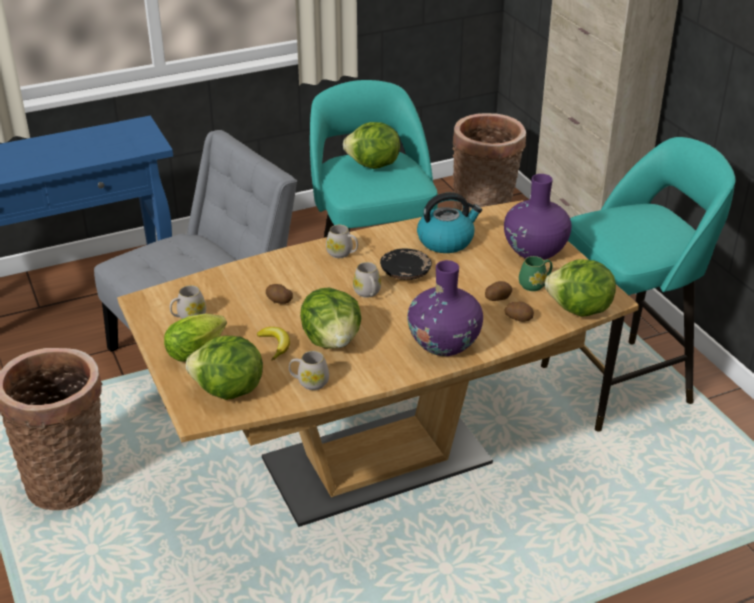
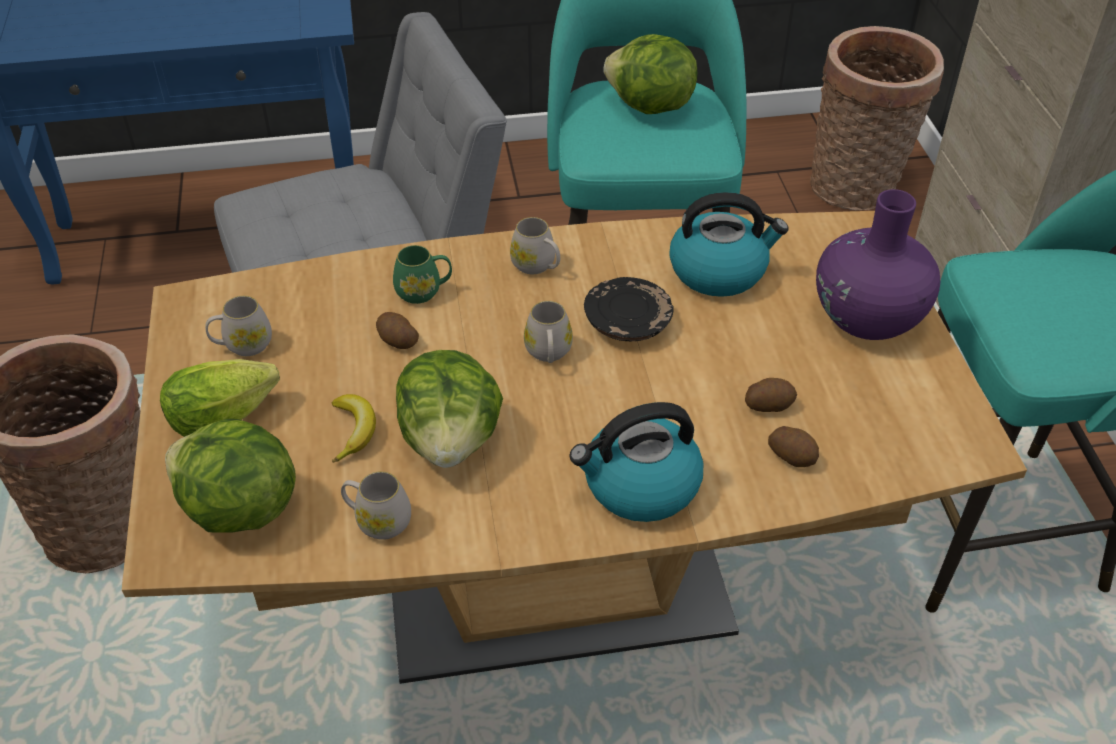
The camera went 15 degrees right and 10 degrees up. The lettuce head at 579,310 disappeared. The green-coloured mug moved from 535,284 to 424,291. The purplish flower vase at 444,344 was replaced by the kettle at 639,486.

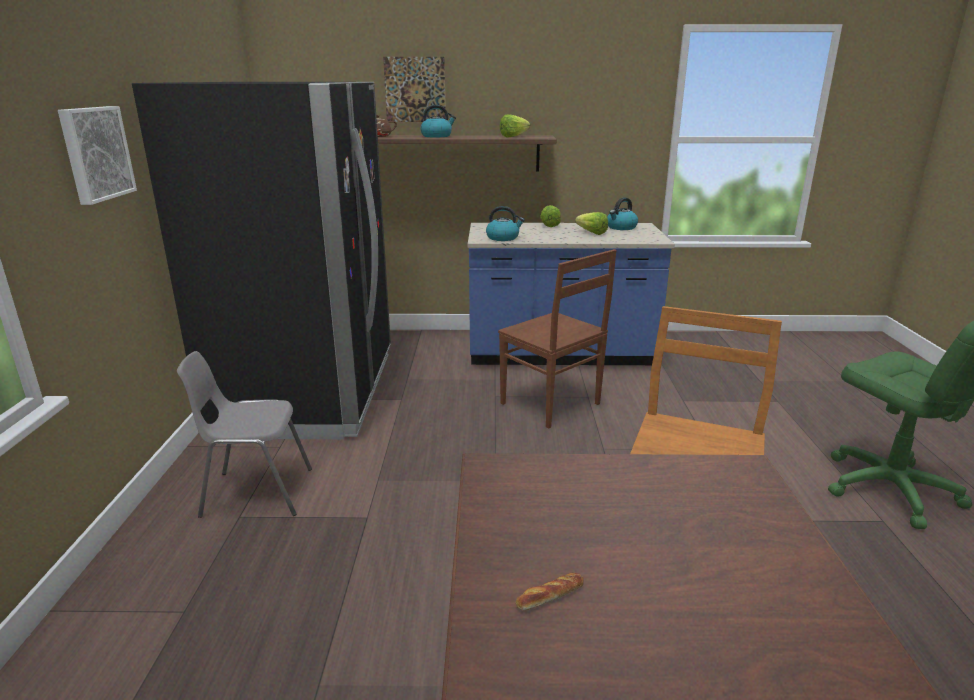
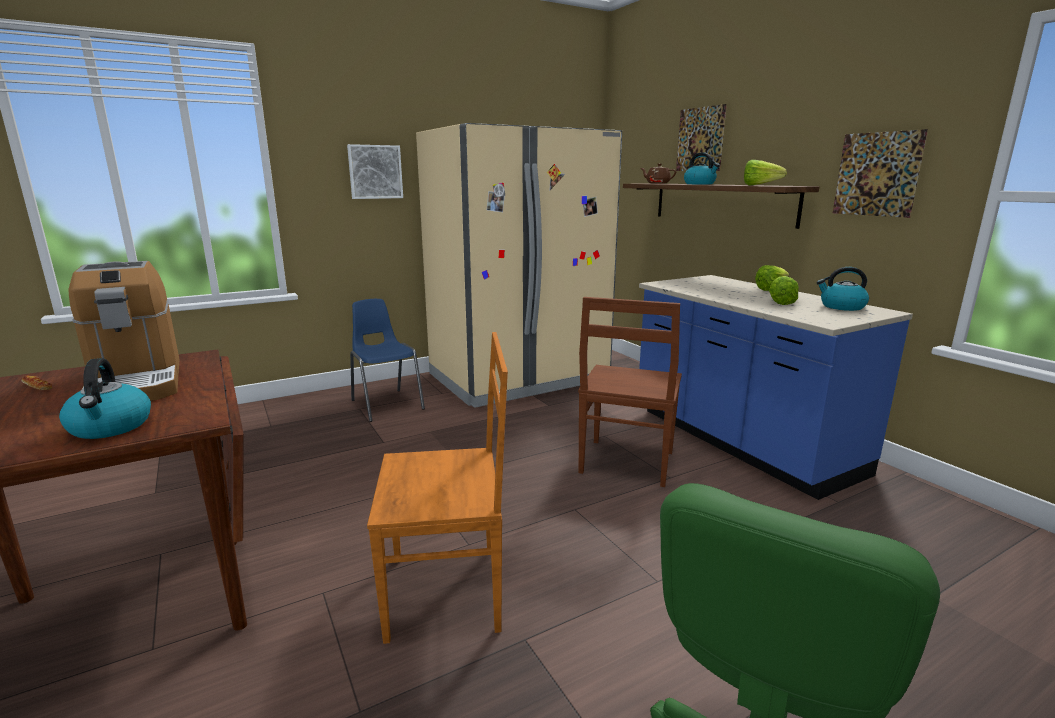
The camera went 60 degrees right and 5 degrees down. The coffee maker at 136,381 appeared. The wall art at 877,174 appeared. The kettle moved from 503,238 to 110,427. The black fridge at 310,392 became the beige-coloured fridge at 518,378. The grey upright chair at 256,492 became the bluish upright chair at 386,404.

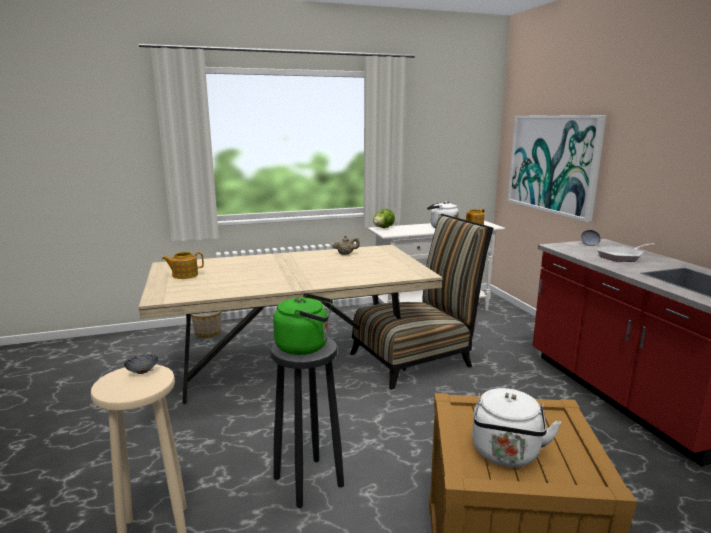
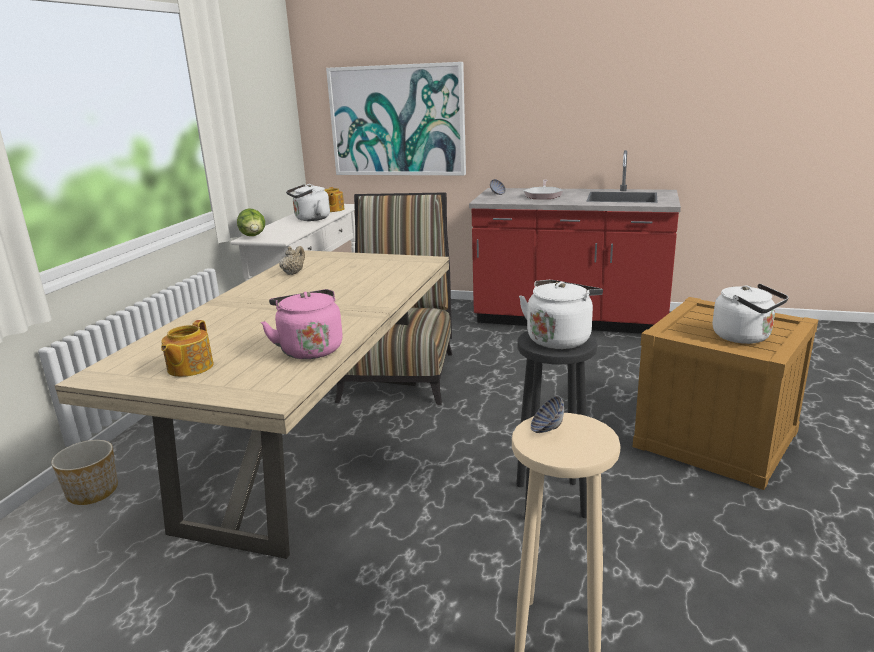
The camera went 55 degrees left and 5 degrees up. The pink kettle at 309,349 appeared. The green-coloured kettle at 305,346 became the white-coloured kettle at 560,339.

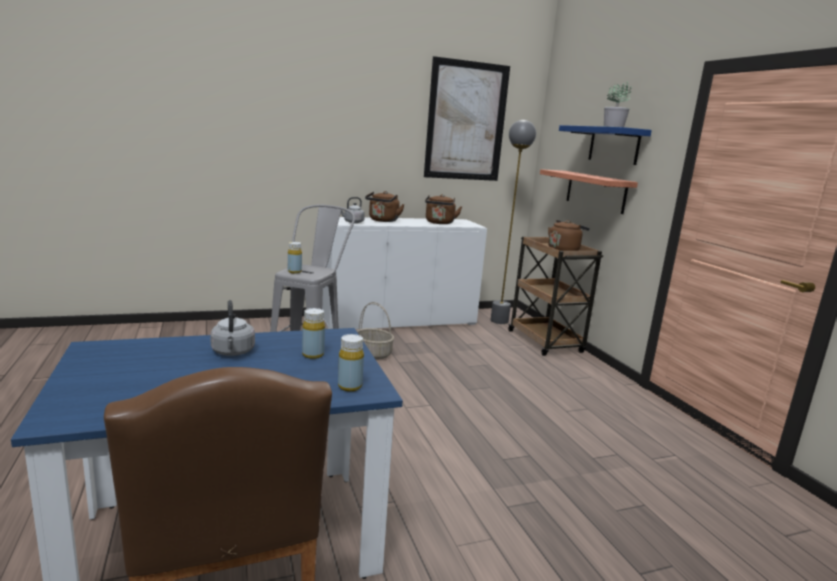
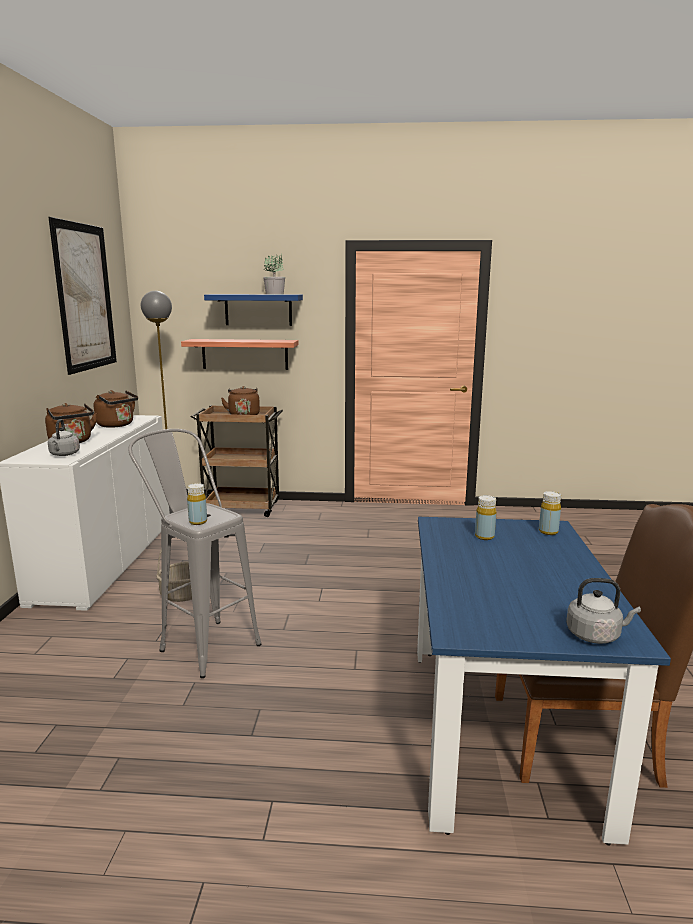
The camera went 65 degrees left and 0 degrees up. The grey kettle moved from 233,352 to 595,635.

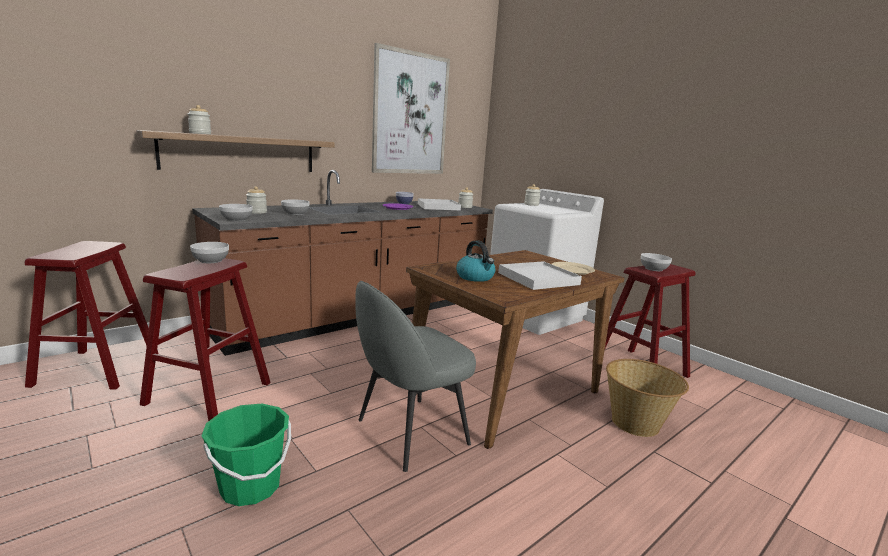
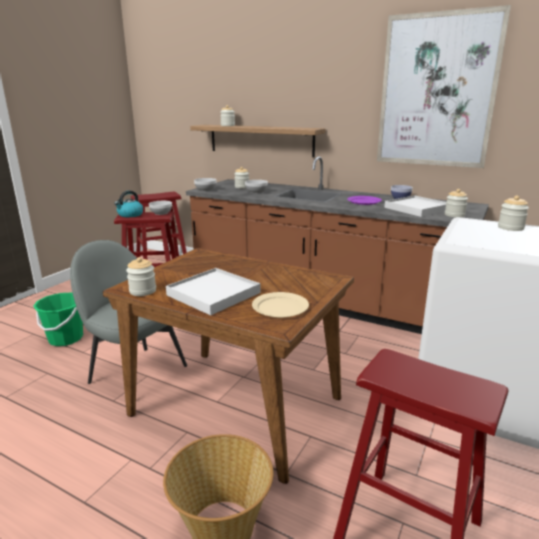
The camera went 70 degrees right and 5 degrees up. The bowl at 654,269 disappeared. The preserve jar at 143,291 appeared. The kettle moved from 475,277 to 130,215.

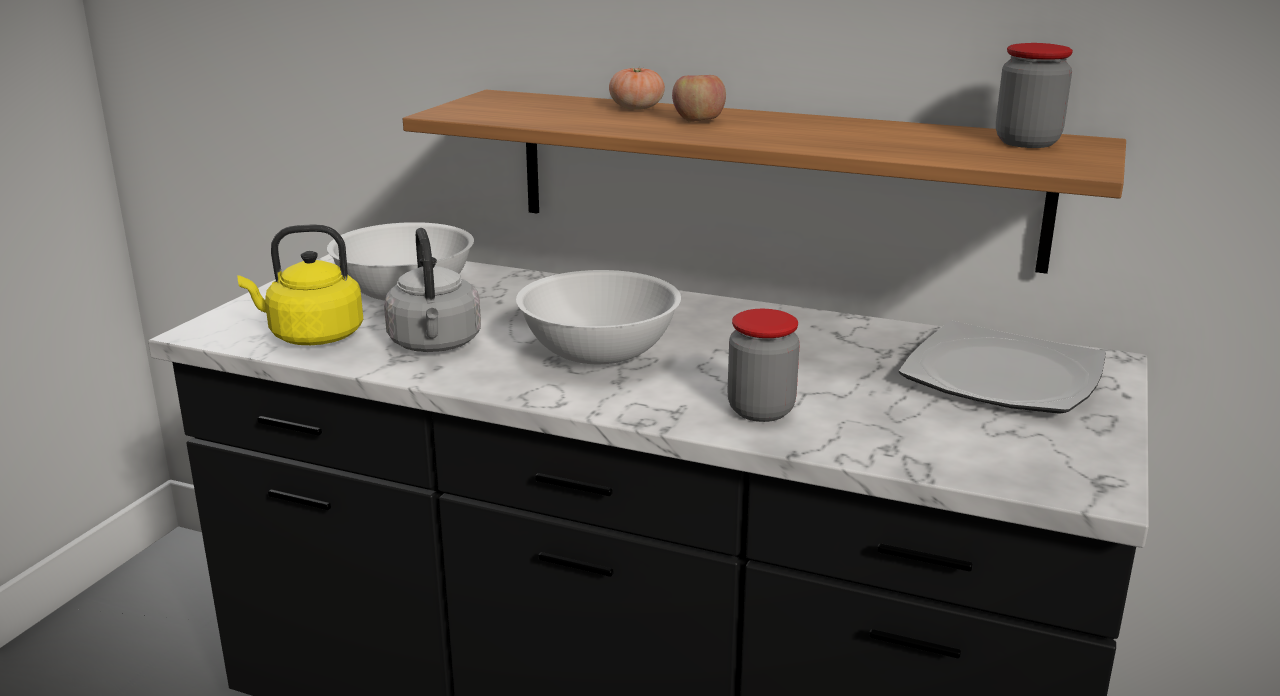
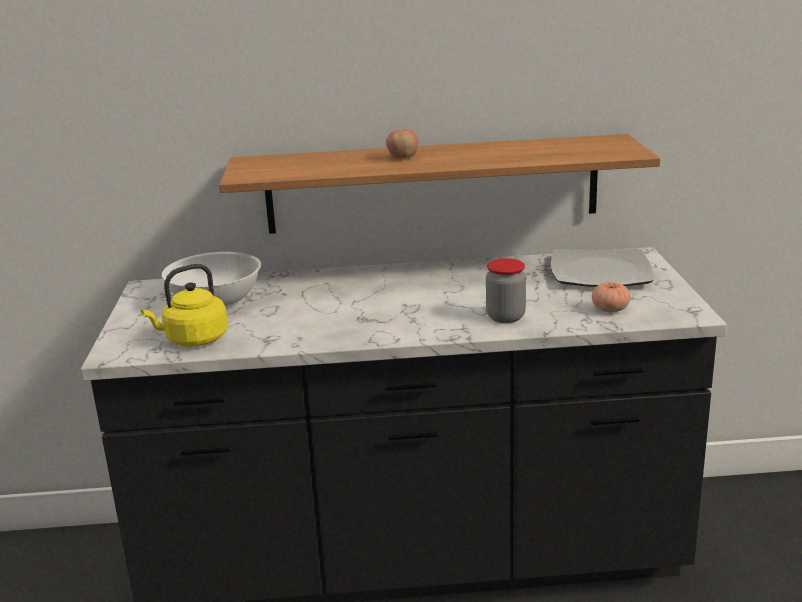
The camera went 25 degrees left and 0 degrees up. The grey kettle at 435,345 disappeared. The white-coloured bowl at 600,352 disappeared. The preserve jar at 1027,142 disappeared. The whole tomato moved from 636,108 to 610,309.

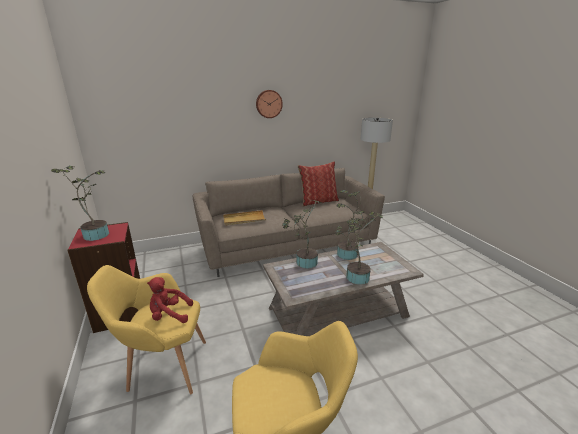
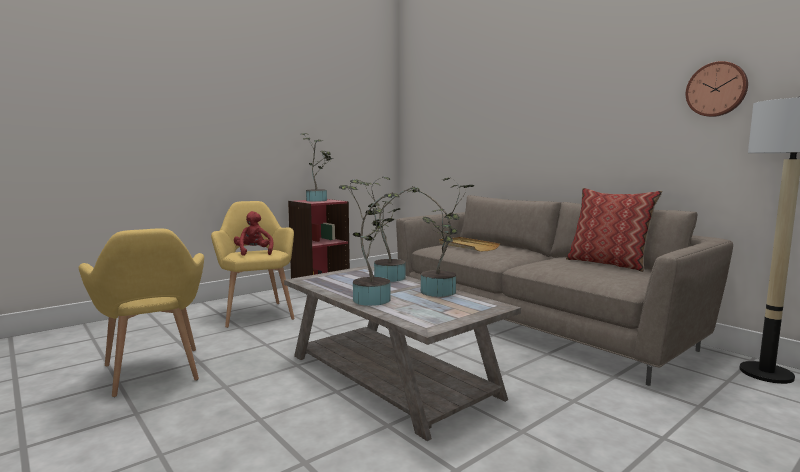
The camera went 70 degrees right and 15 degrees down. The hanging clock moved from 268,104 to 716,89.

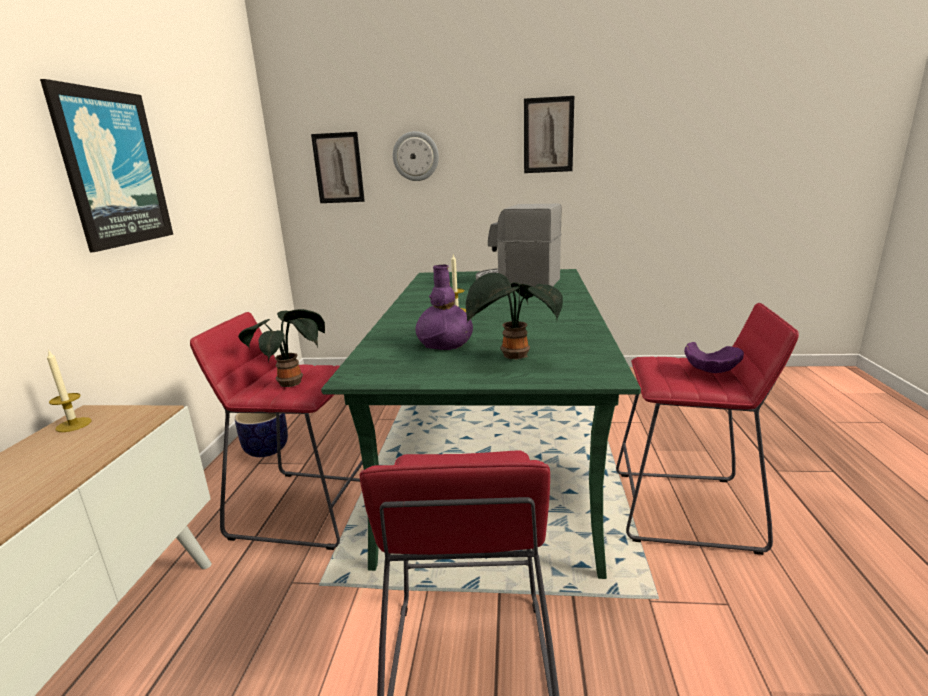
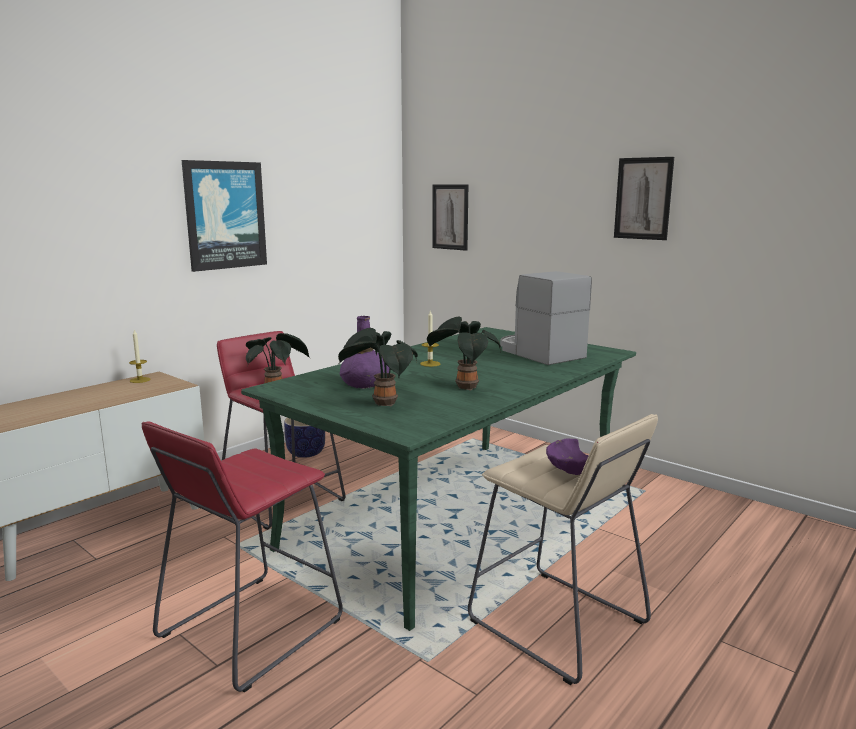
The camera went 35 degrees right and 5 degrees down. The hanging clock at 415,156 disappeared. The plant in a pot at 464,387 appeared. The reddish stool seat at 685,509 became the beige-coloured stool seat at 557,623.

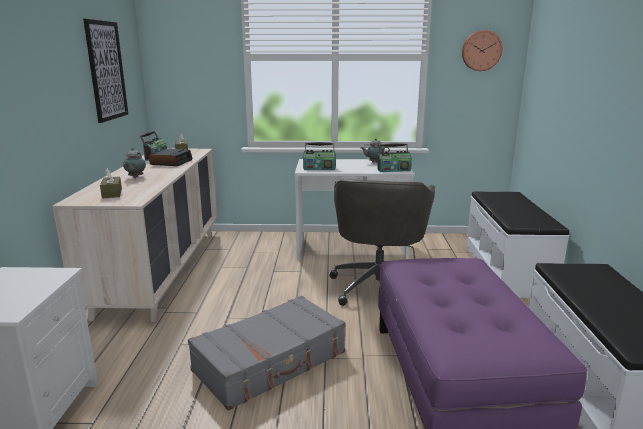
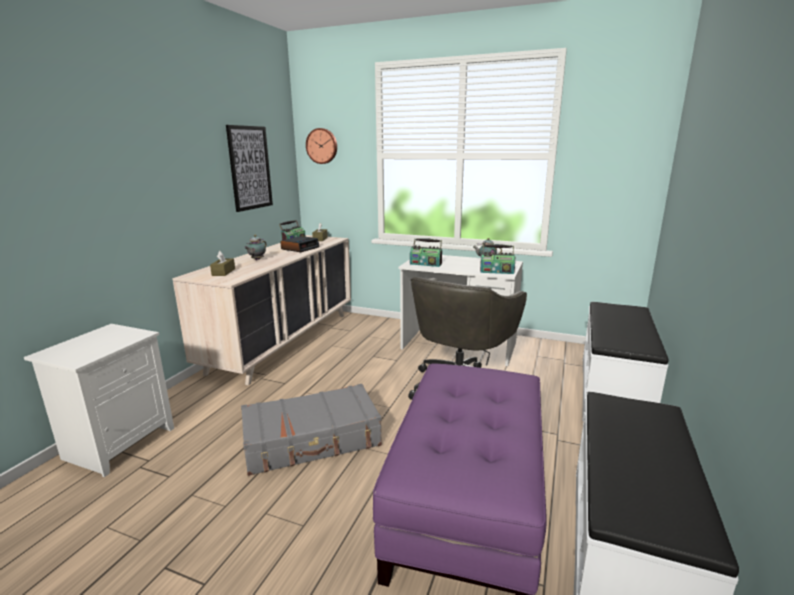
The camera went 20 degrees right and 0 degrees up. The hanging clock moved from 481,50 to 322,146.

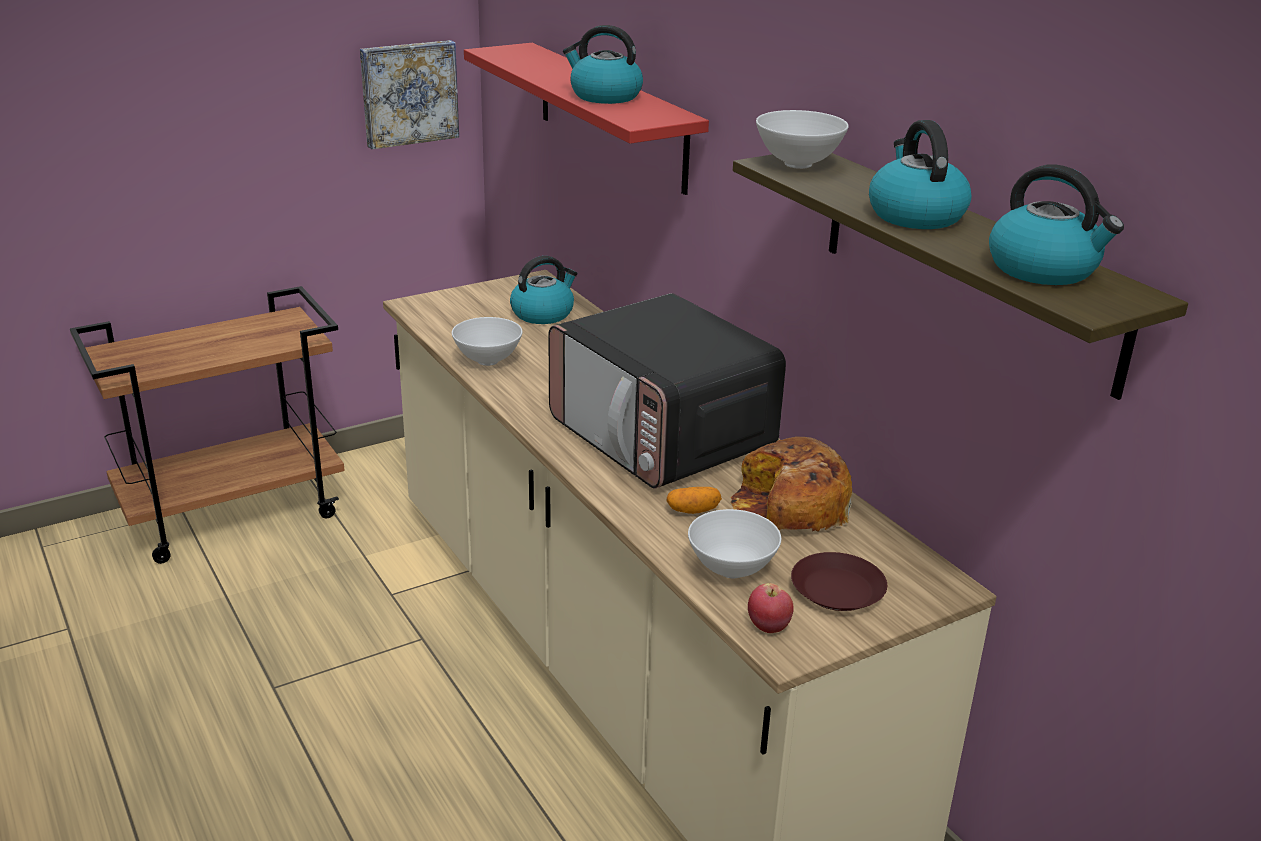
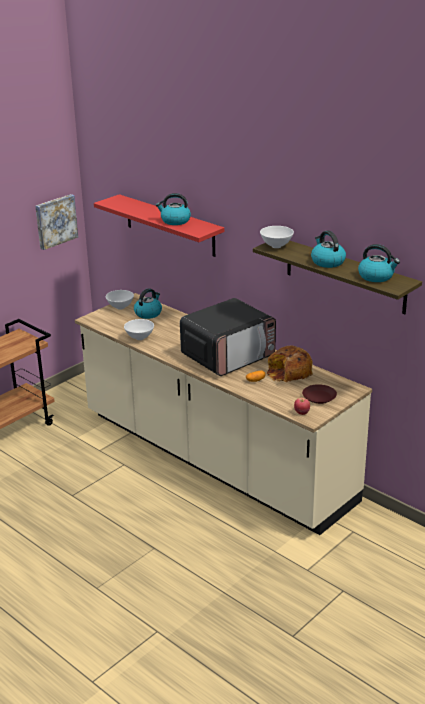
The camera went 15 degrees left and 0 degrees up. The white-coloured bowl moved from 731,571 to 120,307. The microwave at 662,437 turned 75 degrees counterclockwise.

